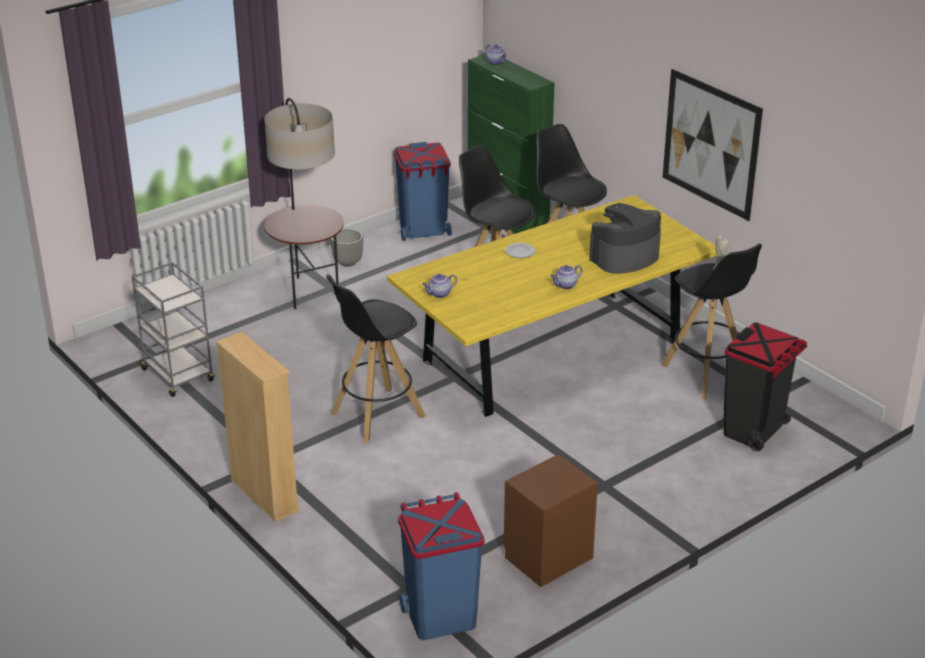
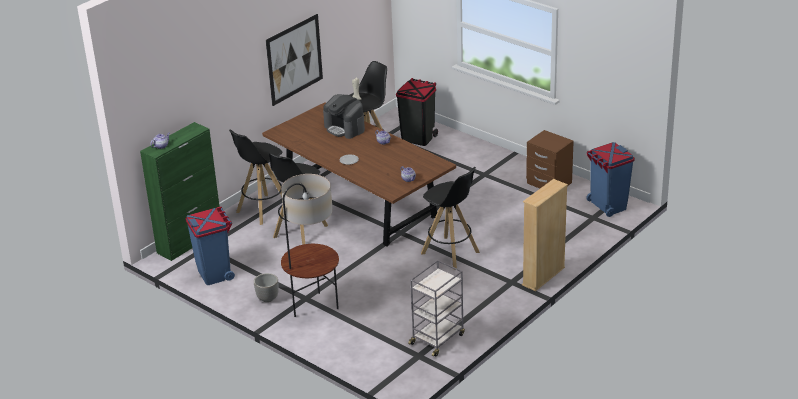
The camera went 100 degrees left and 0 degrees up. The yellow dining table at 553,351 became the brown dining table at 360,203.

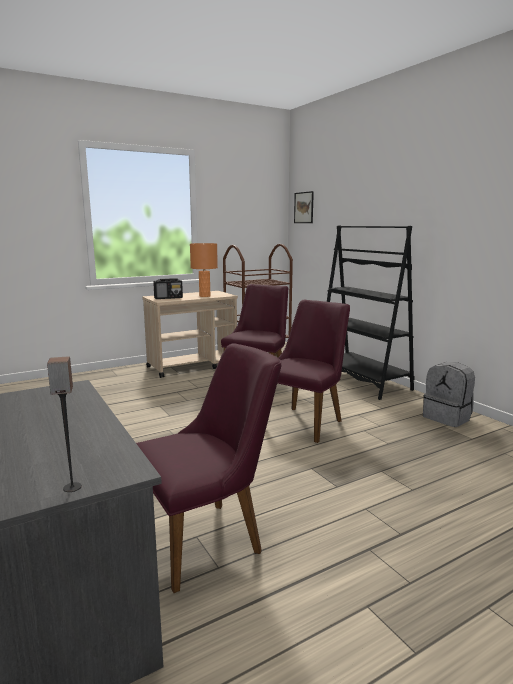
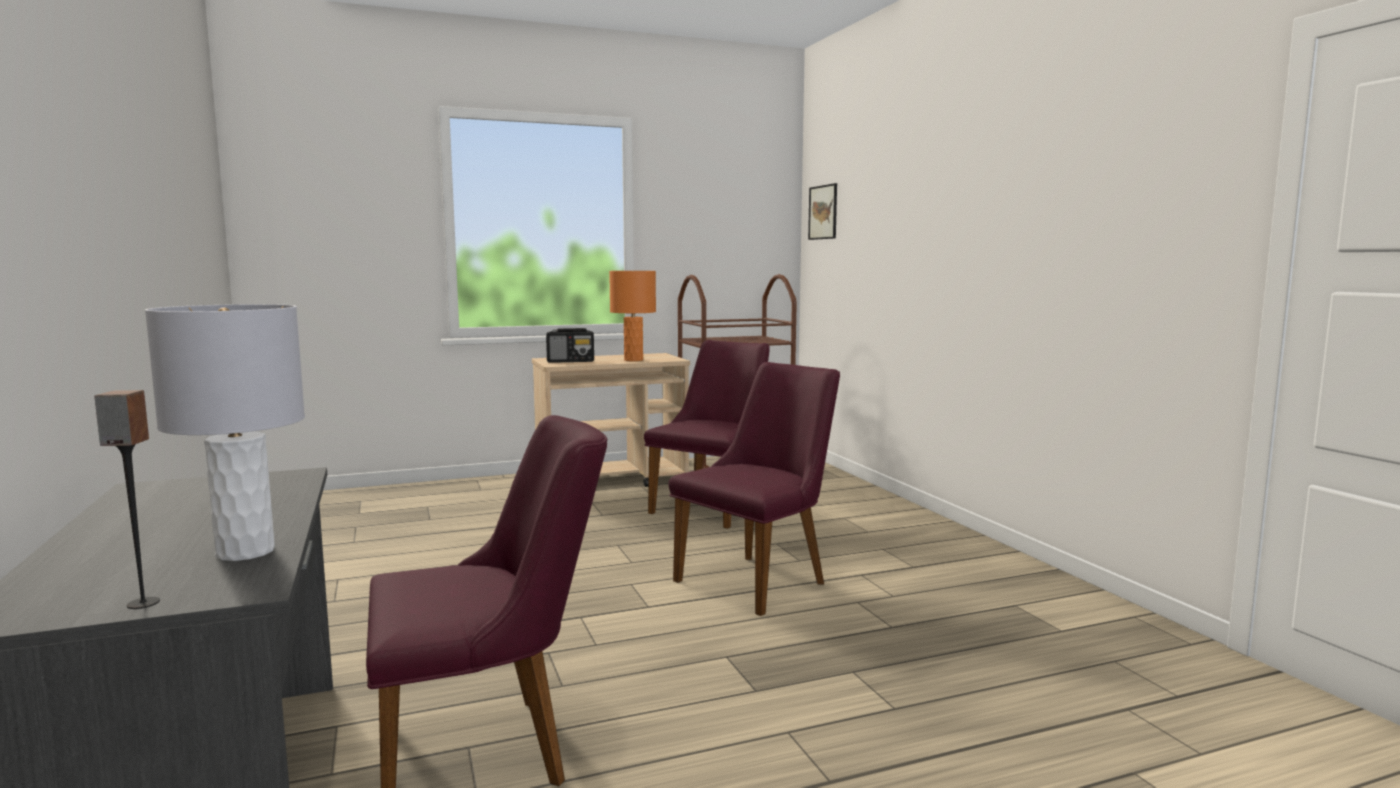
The camera went 10 degrees right and 5 degrees down. The black bookshelf at 362,381 disappeared. The grey backpack at 447,418 disappeared. The grey lamp for a table at 244,552 appeared.

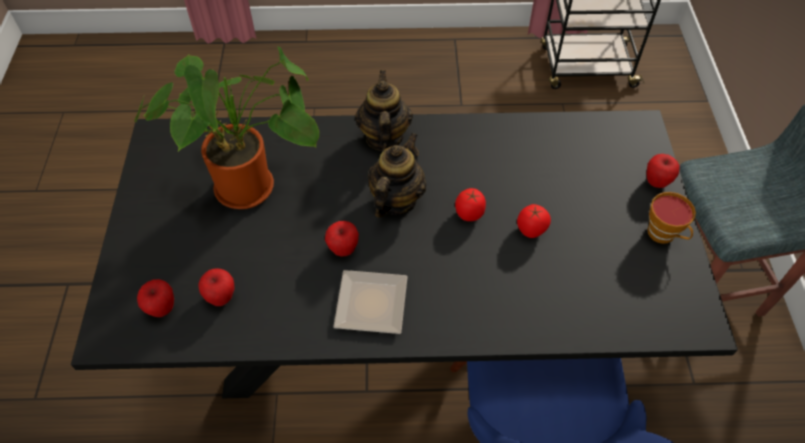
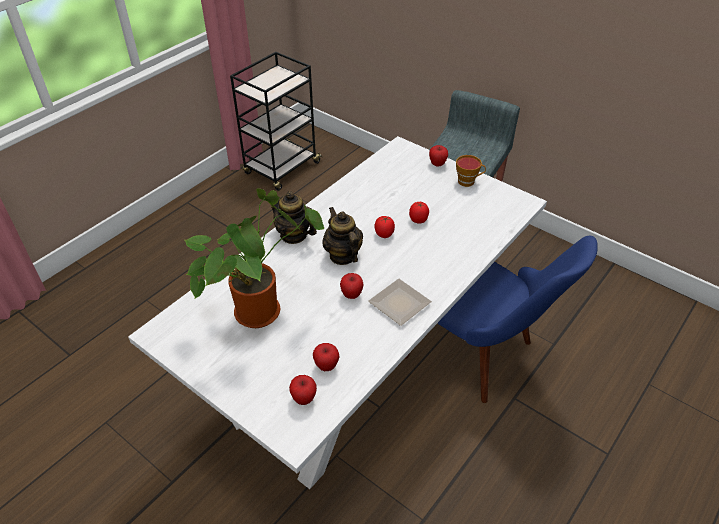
The camera went 50 degrees left and 10 degrees down. The black dining table at 402,334 became the white-coloured dining table at 360,365.

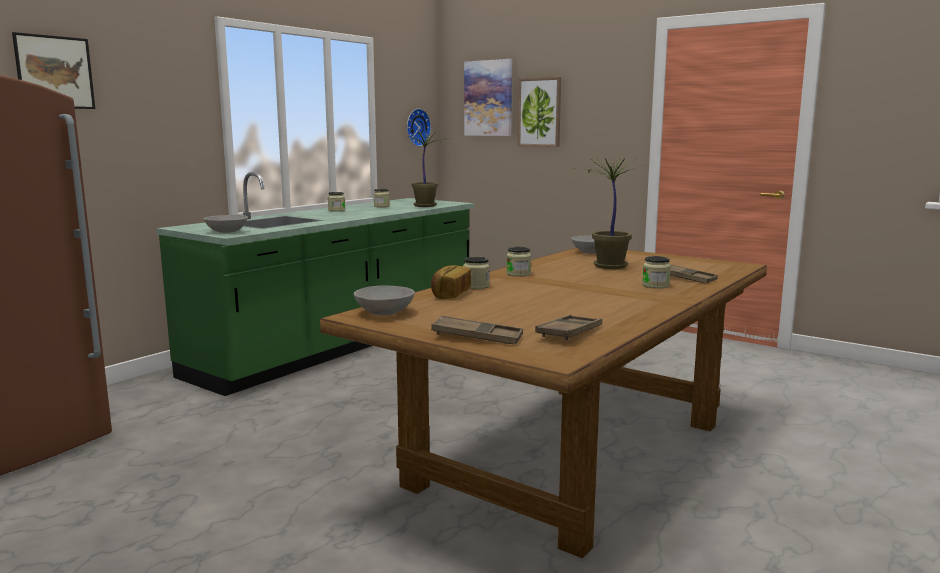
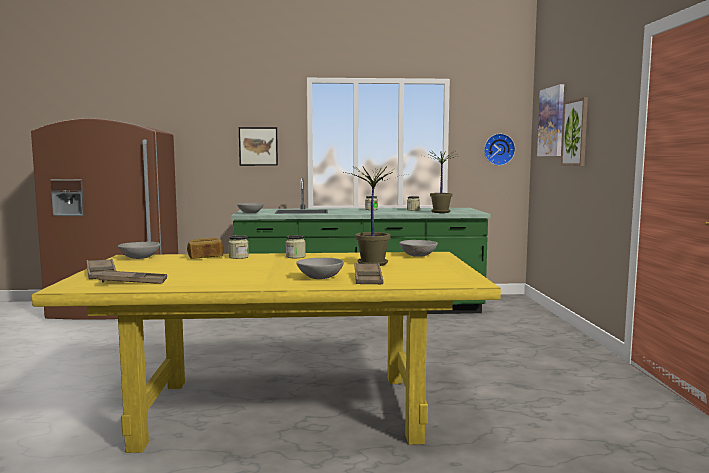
The camera went 50 degrees right and 5 degrees down. The wall art moved from 54,72 to 258,146. The preserve jar at 655,286 was replaced by the grey bowl at 320,277. The brown dining table at 572,453 became the yellow dining table at 284,409.

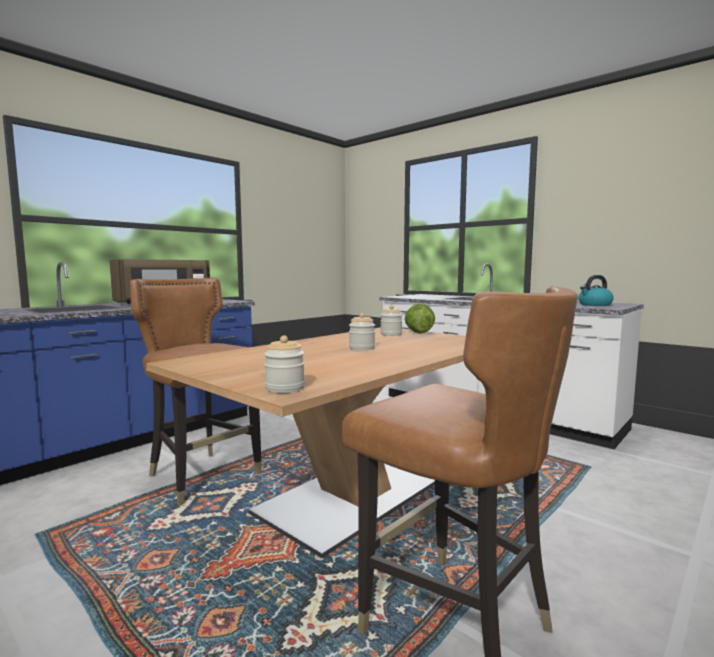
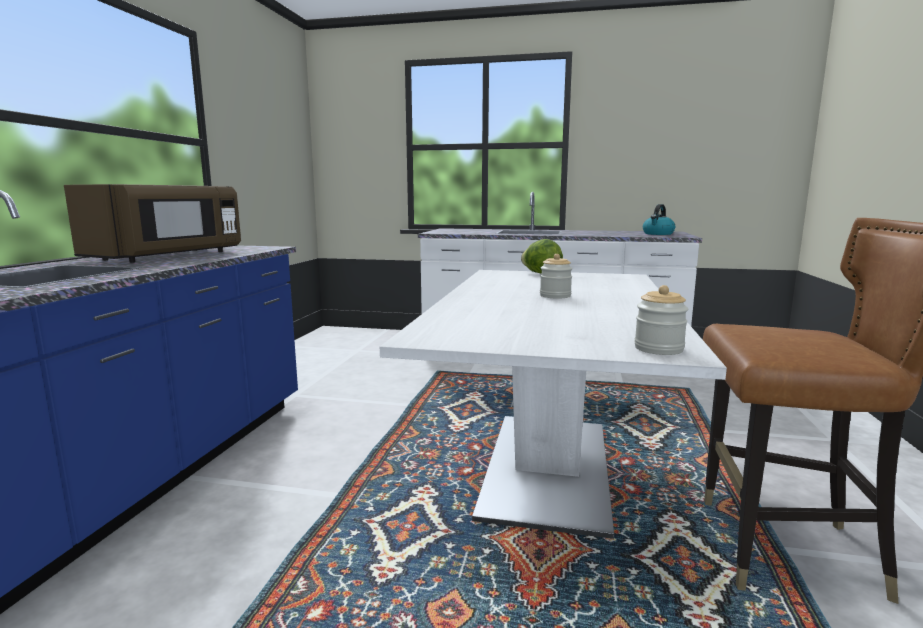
The camera went 30 degrees left and 5 degrees up. The brown upright chair at 204,477 disappeared. The preserve jar at 391,334 disappeared. The brown dining table at 353,496 became the white-coloured dining table at 547,468.

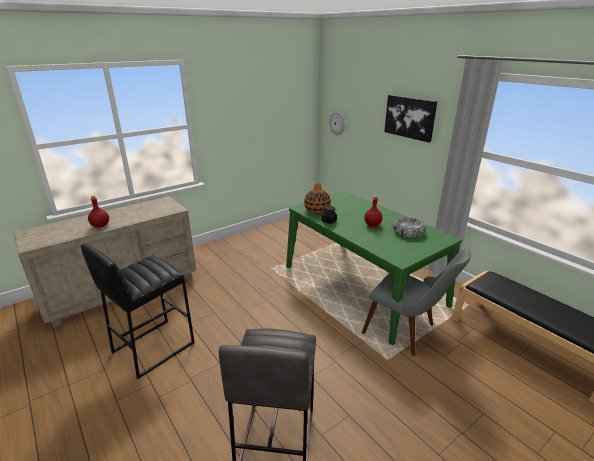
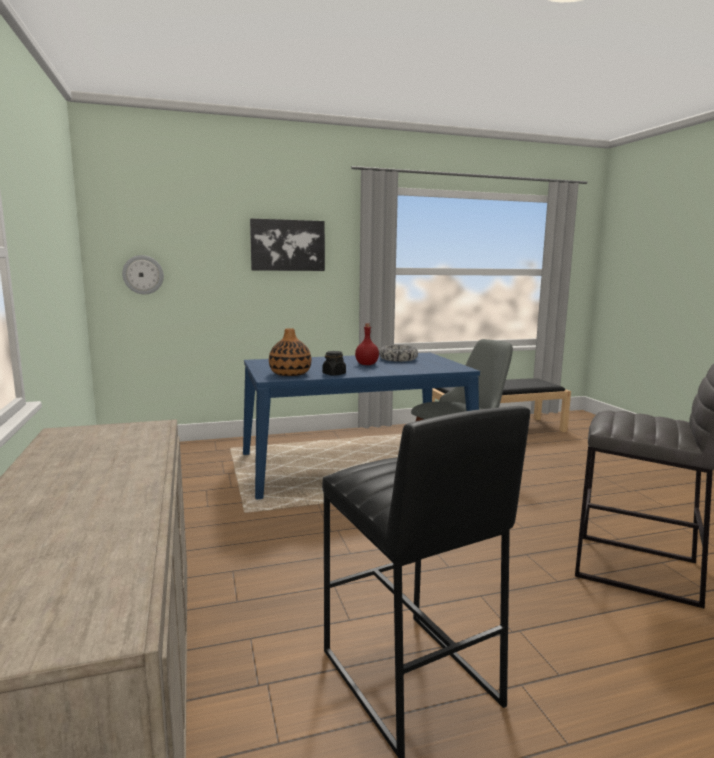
The camera went 70 degrees left and 15 degrees down. The reddish bottle at 100,226 disappeared. The green-coloured dining table at 362,285 became the bluish dining table at 356,464.

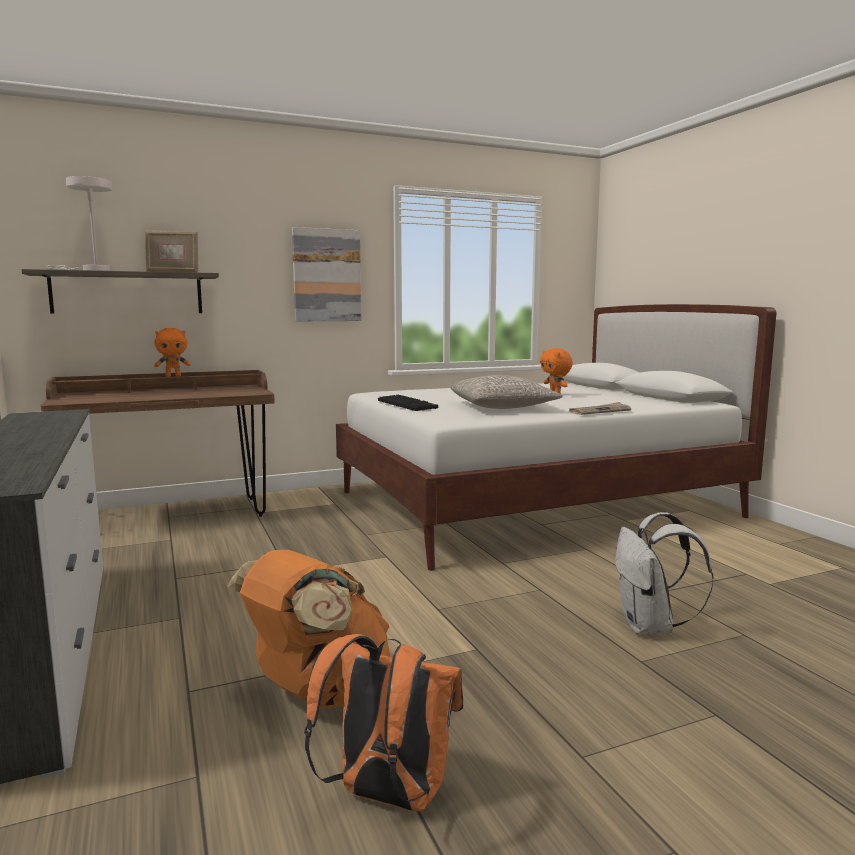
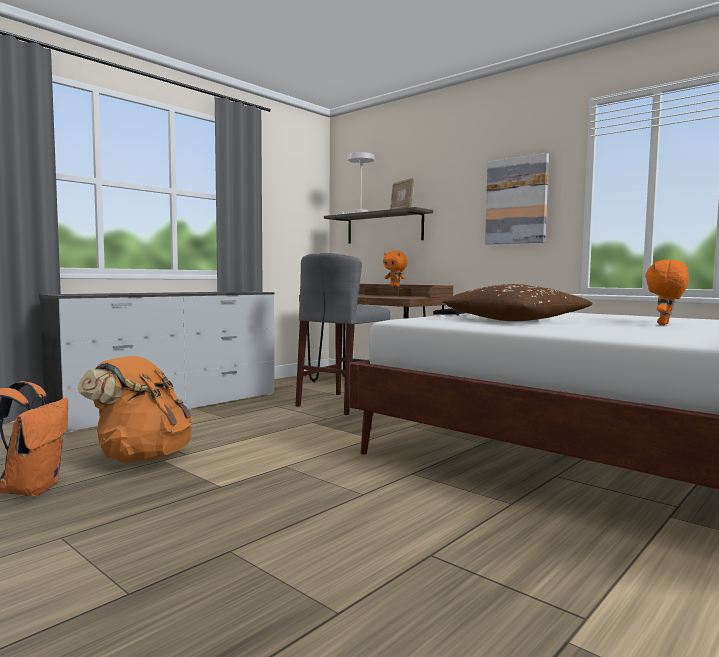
The camera went 65 degrees right and 5 degrees down. The newspaper at 600,411 disappeared. The white-coloured backpack at 650,626 disappeared. The grey stool seat at 342,403 appeared. The grey pillow at 503,407 became the brown pillow at 515,321.

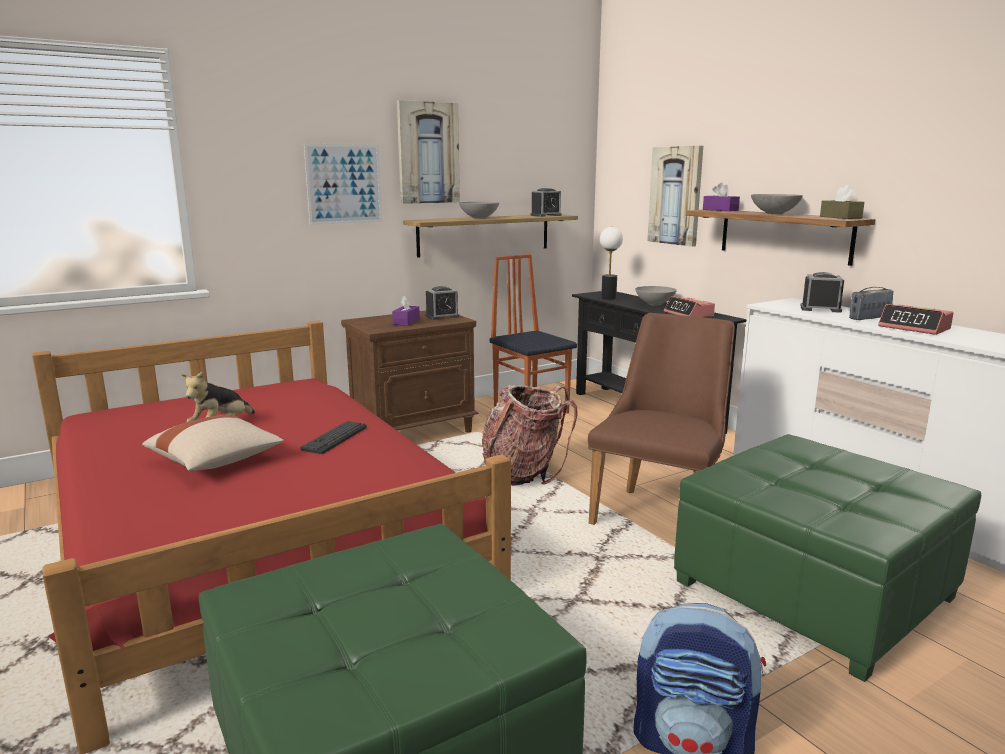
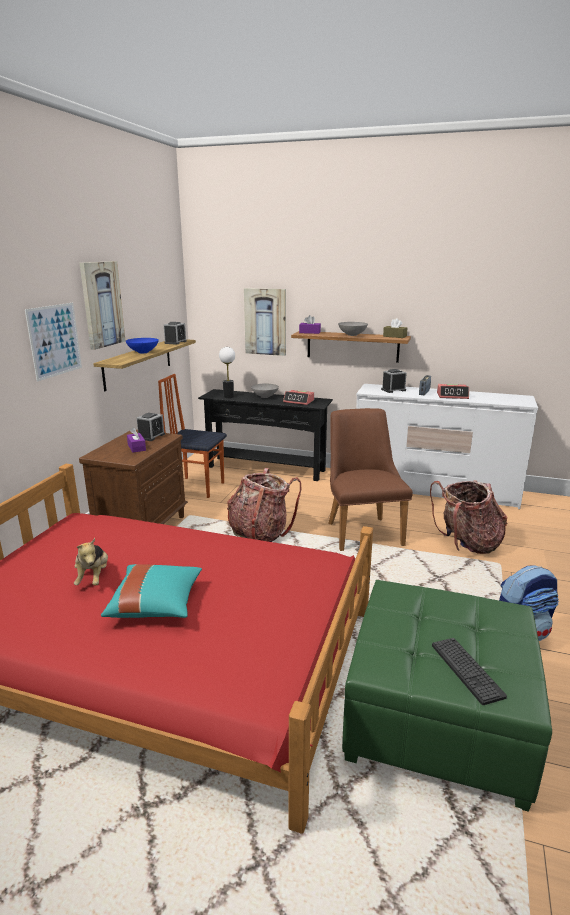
The camera went 40 degrees left and 5 degrees up. The keyboard moved from 335,438 to 466,670. The green-coloured ottoman at 811,590 was replaced by the backpack at 467,544. The beige-coloured pillow at 216,461 became the turquoise-coloured pillow at 156,604. The grey bowl at 480,218 became the bluish bowl at 143,352.

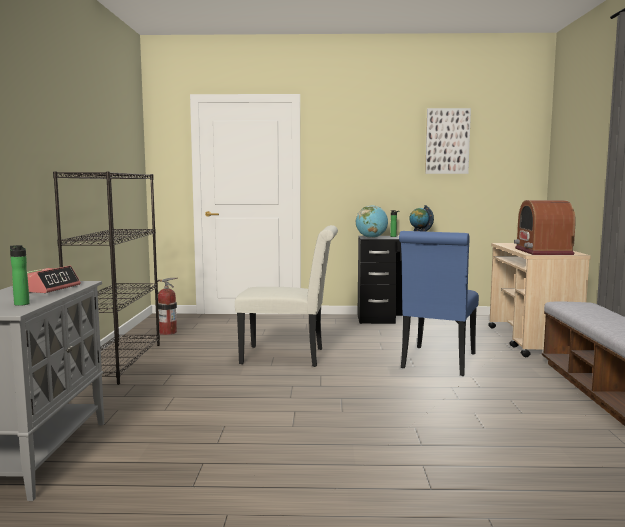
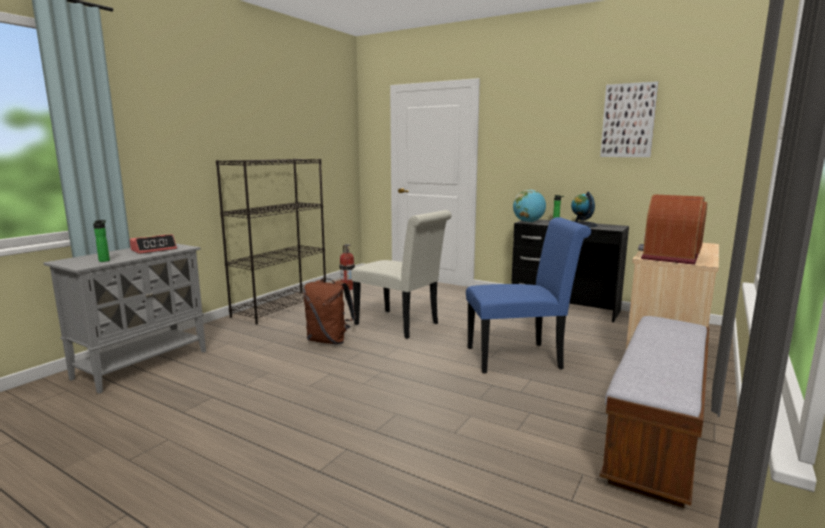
The camera went 30 degrees right and 5 degrees up. The brown backpack at 329,341 appeared. The bluish upright chair at 437,362 turned 150 degrees counterclockwise.

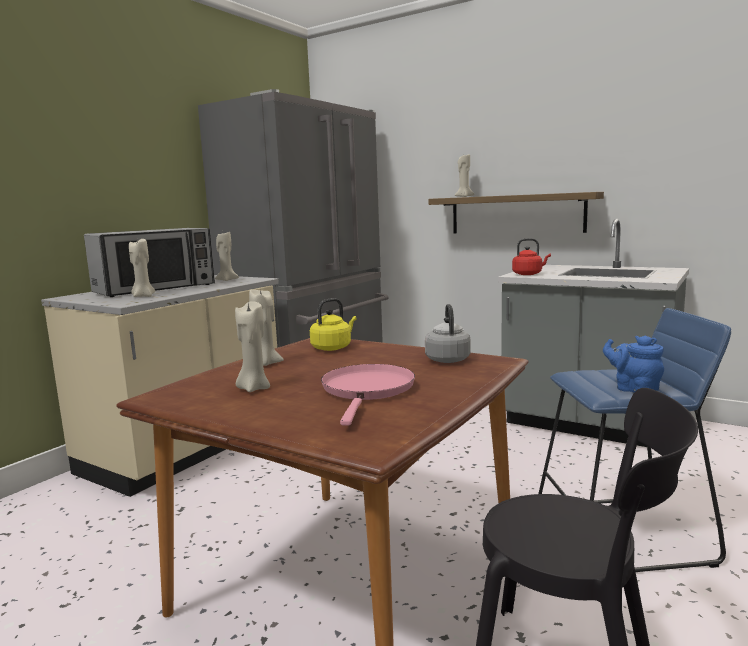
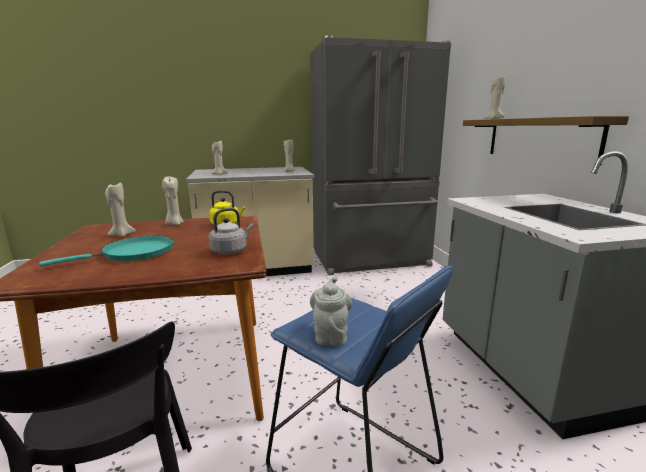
The camera went 45 degrees right and 5 degrees up. The microwave at 156,289 disappeared. The reddish kettle at 528,274 disappeared. The pink frying pan at 367,390 became the turquoise-coloured frying pan at 133,253. The bluish pot for tea at 633,389 became the grey pot for tea at 331,334.

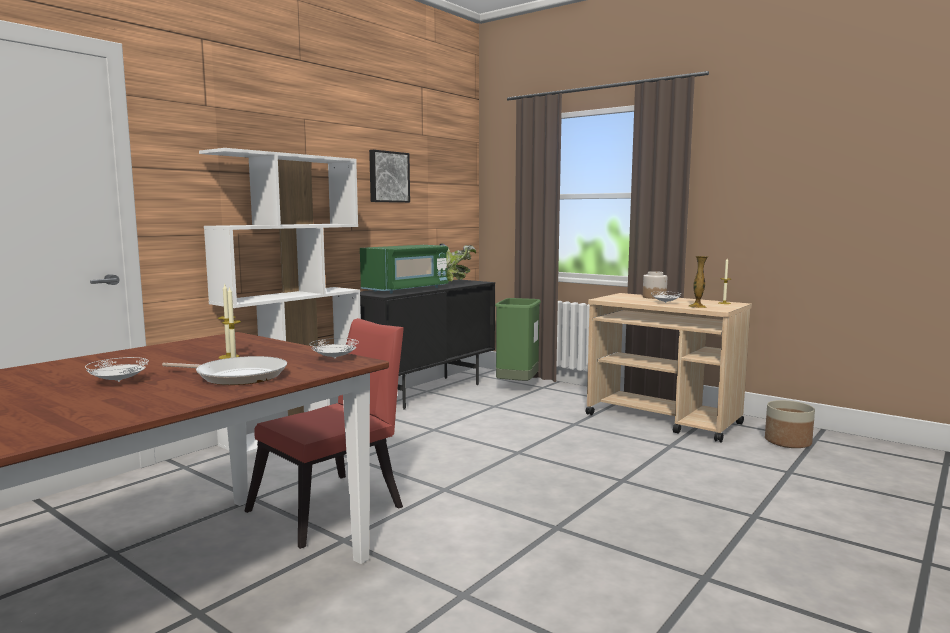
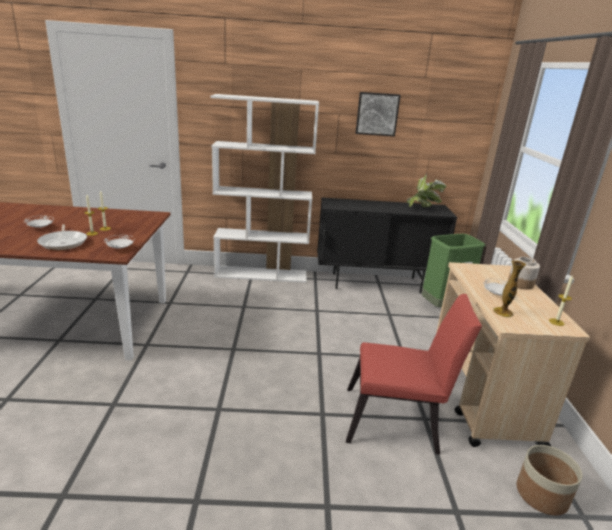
The camera went 50 degrees right and 15 degrees up. The green-coloured microwave at 407,289 disappeared. The reddish upright chair moved from 334,507 to 397,421.

